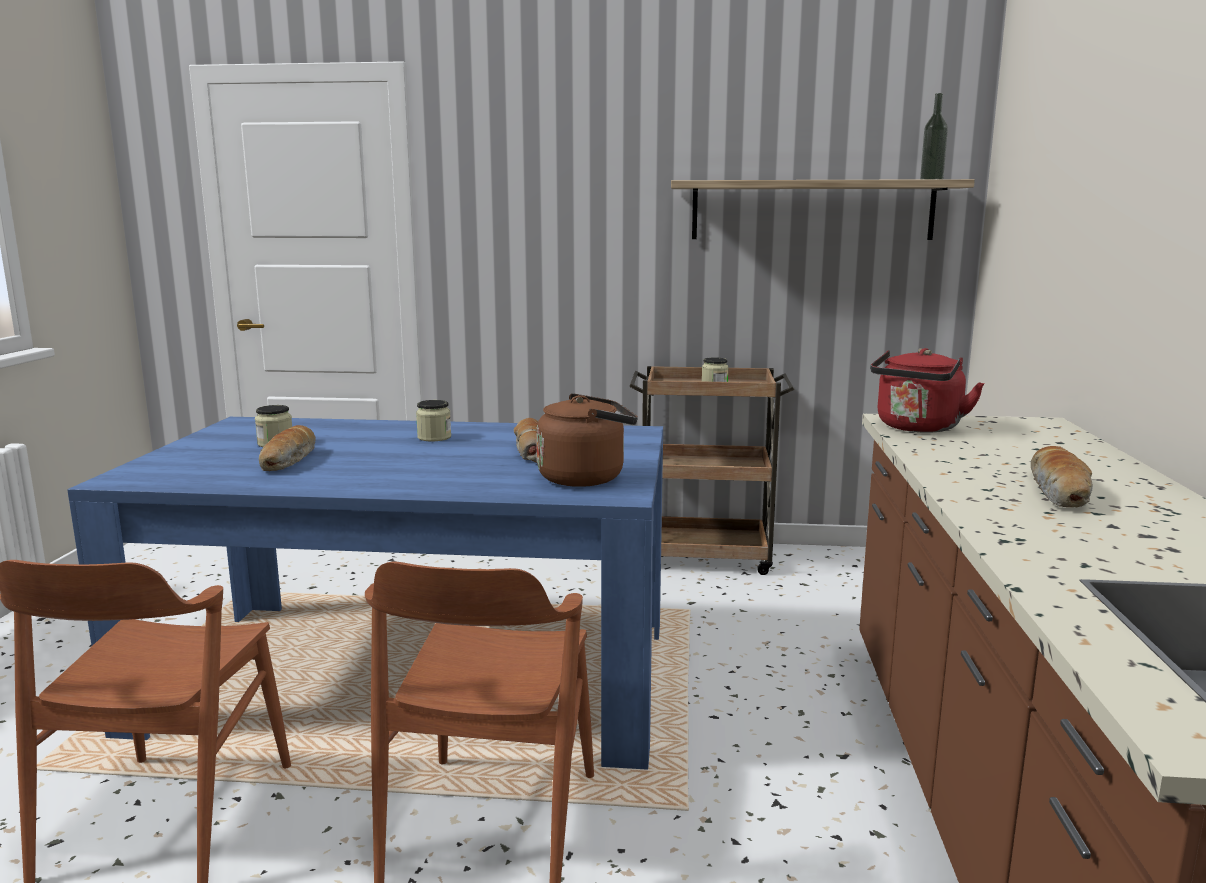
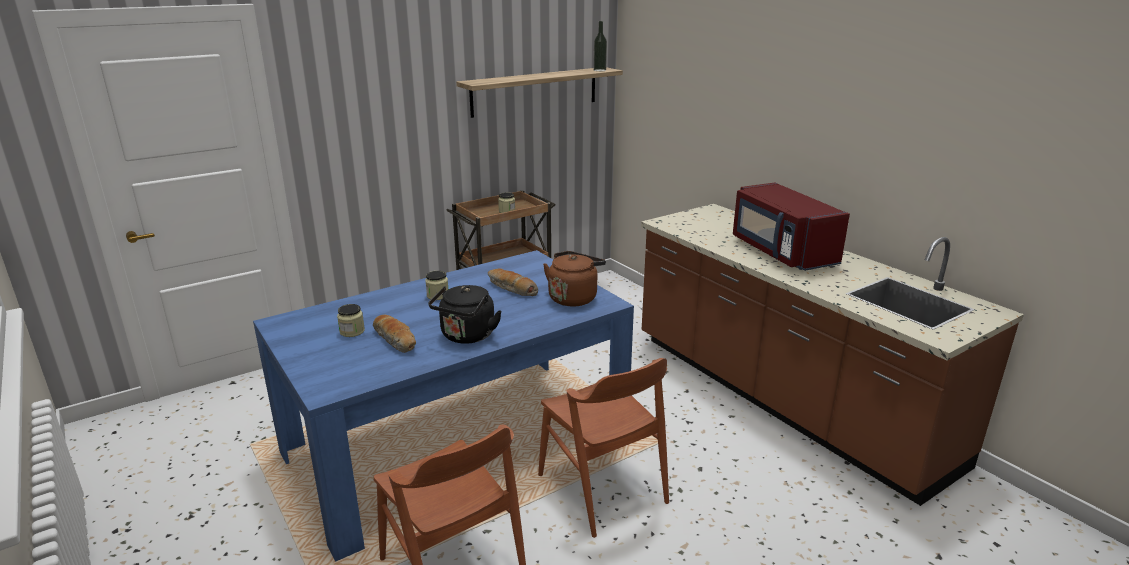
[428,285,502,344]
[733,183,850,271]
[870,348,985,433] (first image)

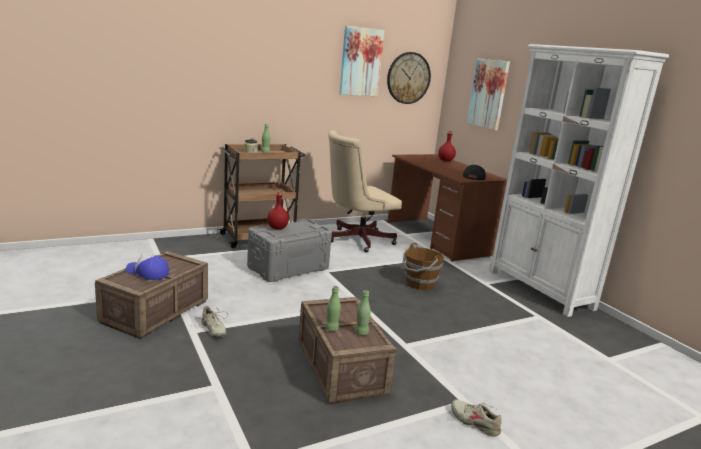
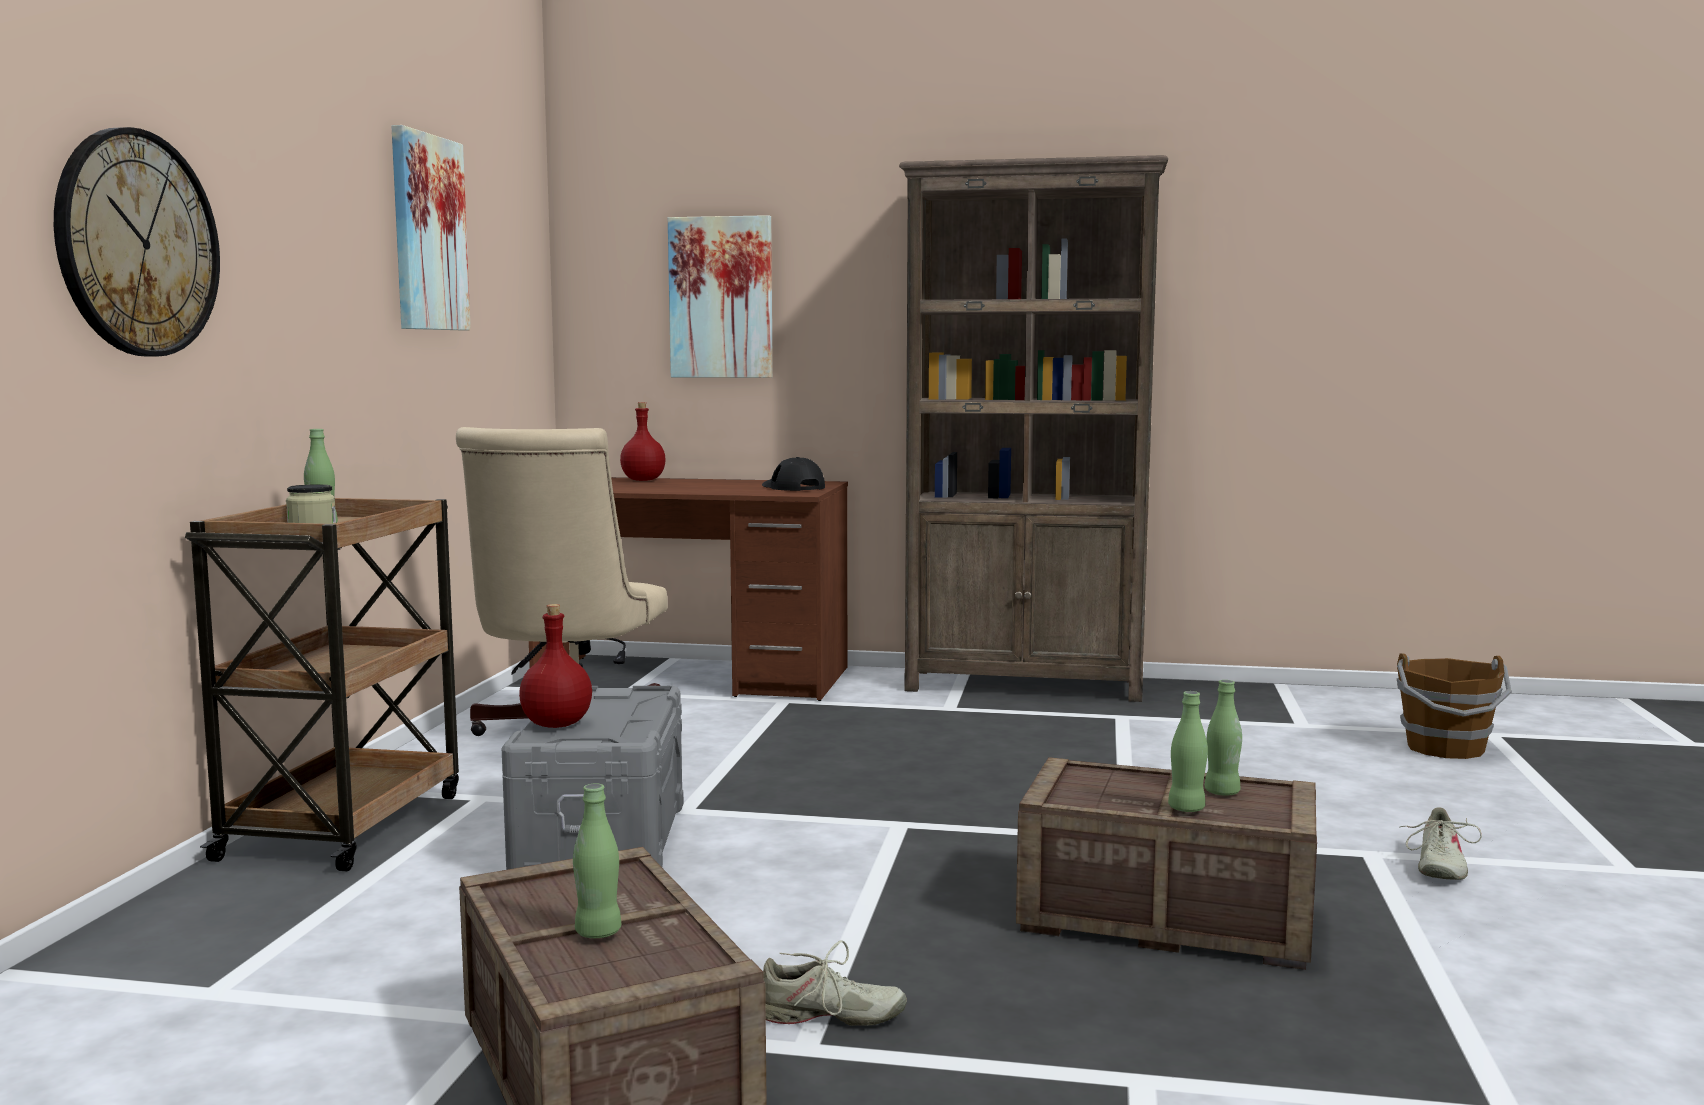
[54,127,220,357]
[573,784,621,938]
[899,155,1168,702]
[1397,654,1512,759]
[1399,808,1482,880]

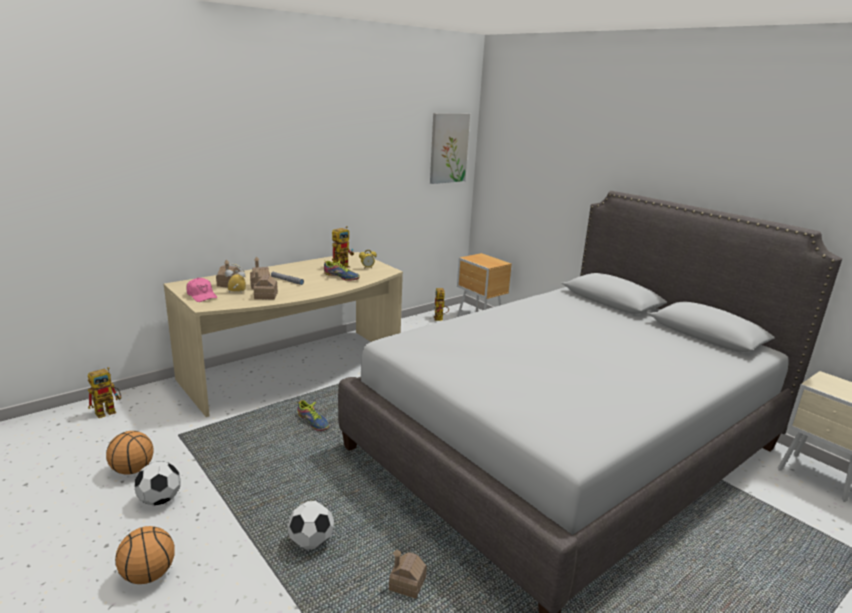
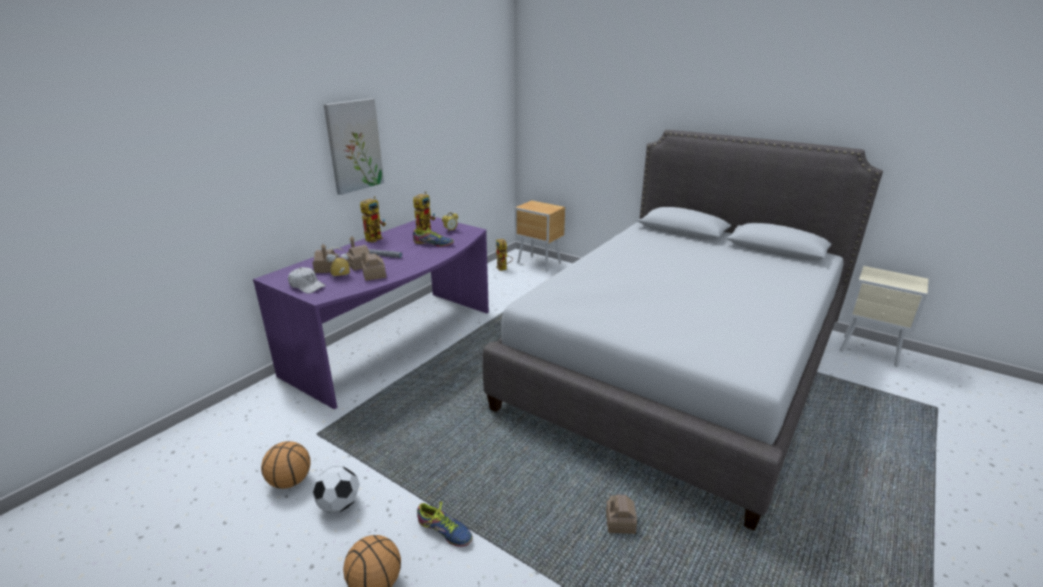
[253,216,489,409]
[288,267,326,294]
[324,98,384,195]
[360,196,386,243]
[417,501,473,547]
[287,501,334,550] (first image)

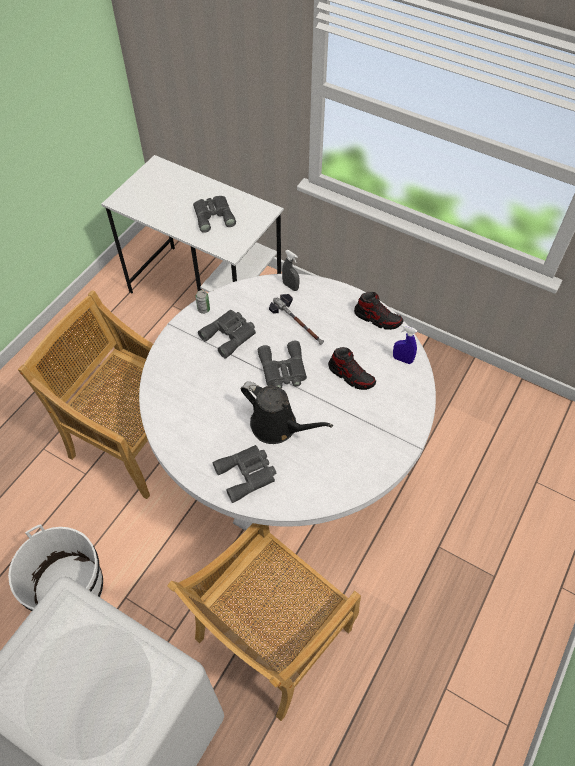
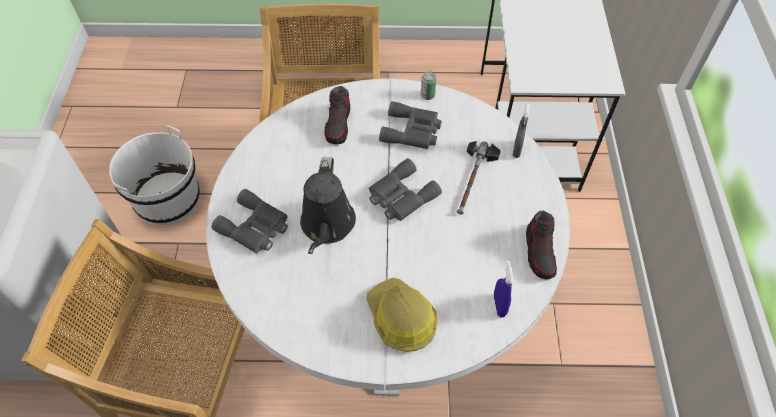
[324,86,350,144]
[366,278,438,352]
[193,196,236,233] (first image)

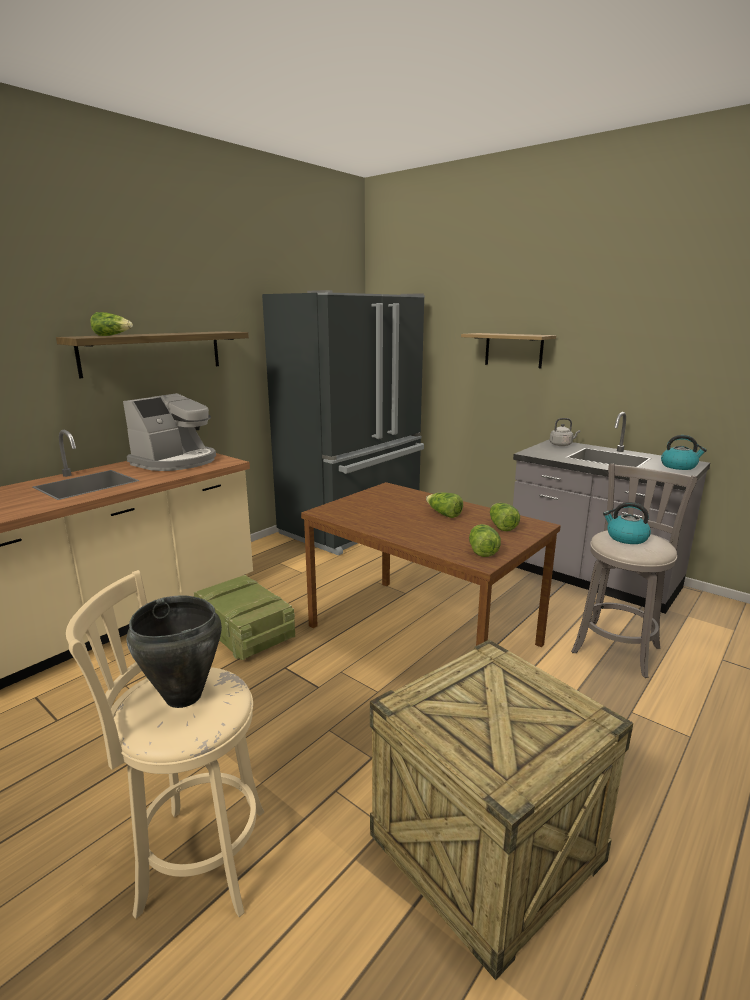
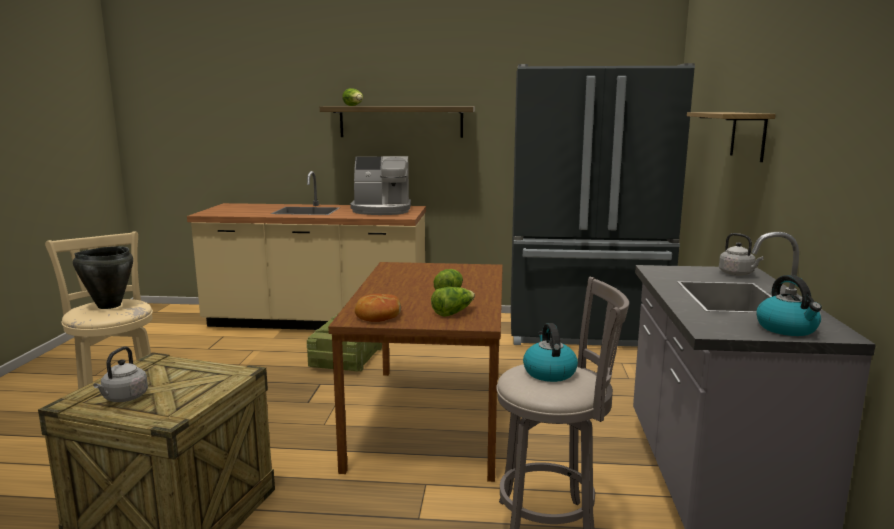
[93,346,148,402]
[355,294,401,322]

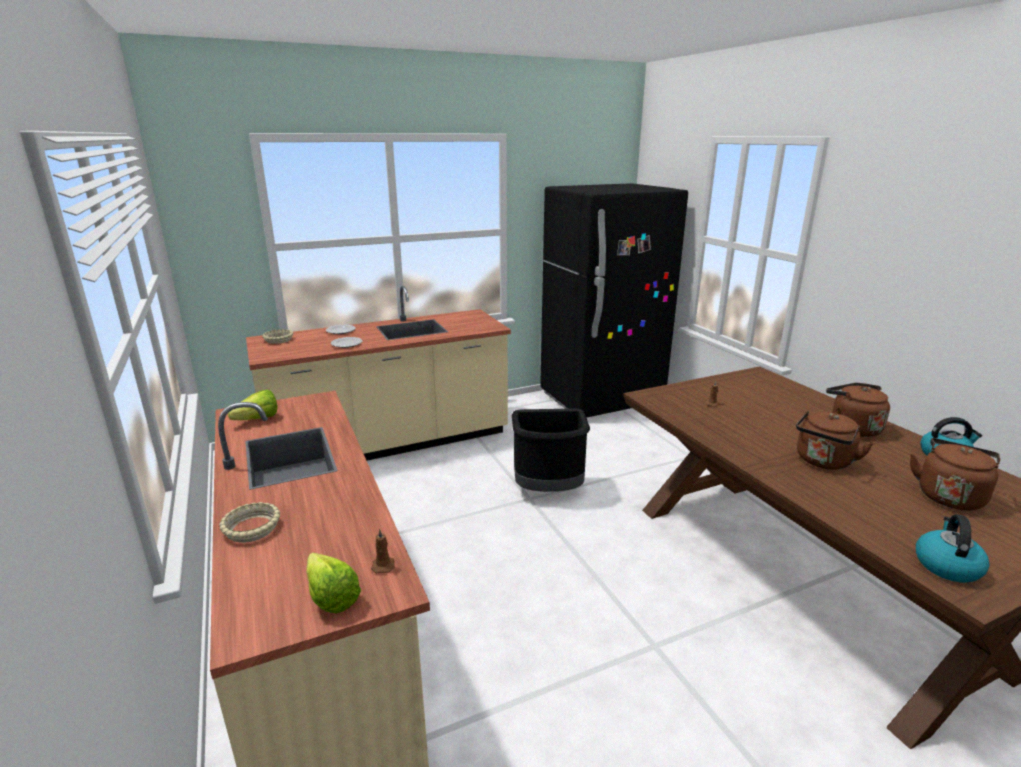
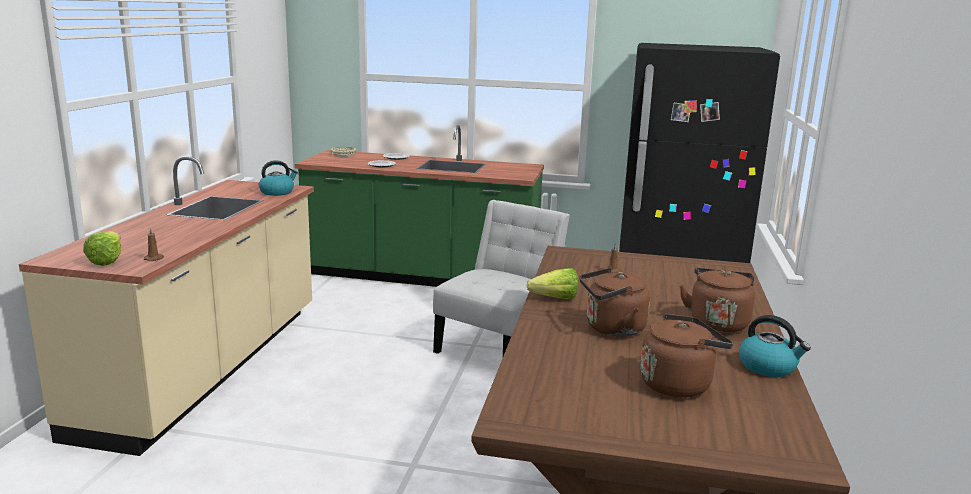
[259,160,298,196]
[295,125,544,287]
[433,200,570,356]
[527,268,578,299]
[219,502,280,543] (first image)

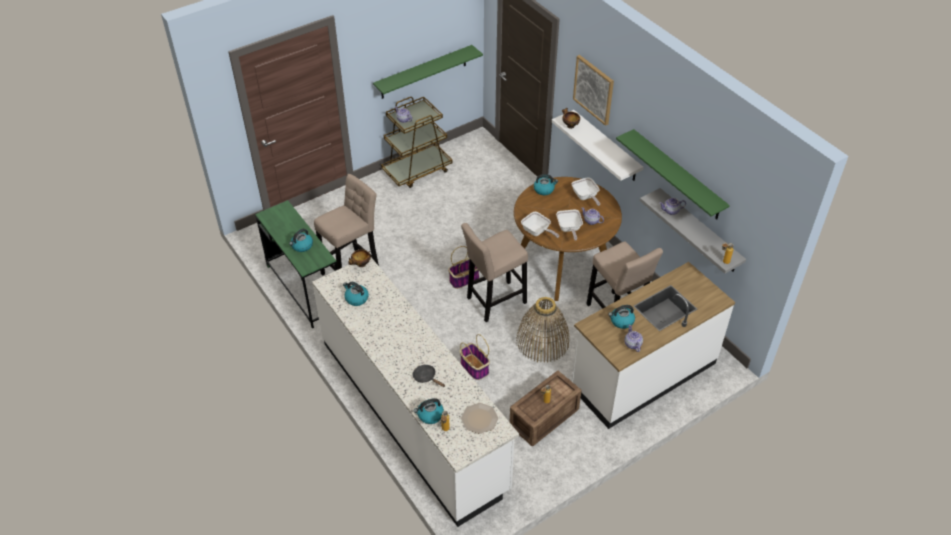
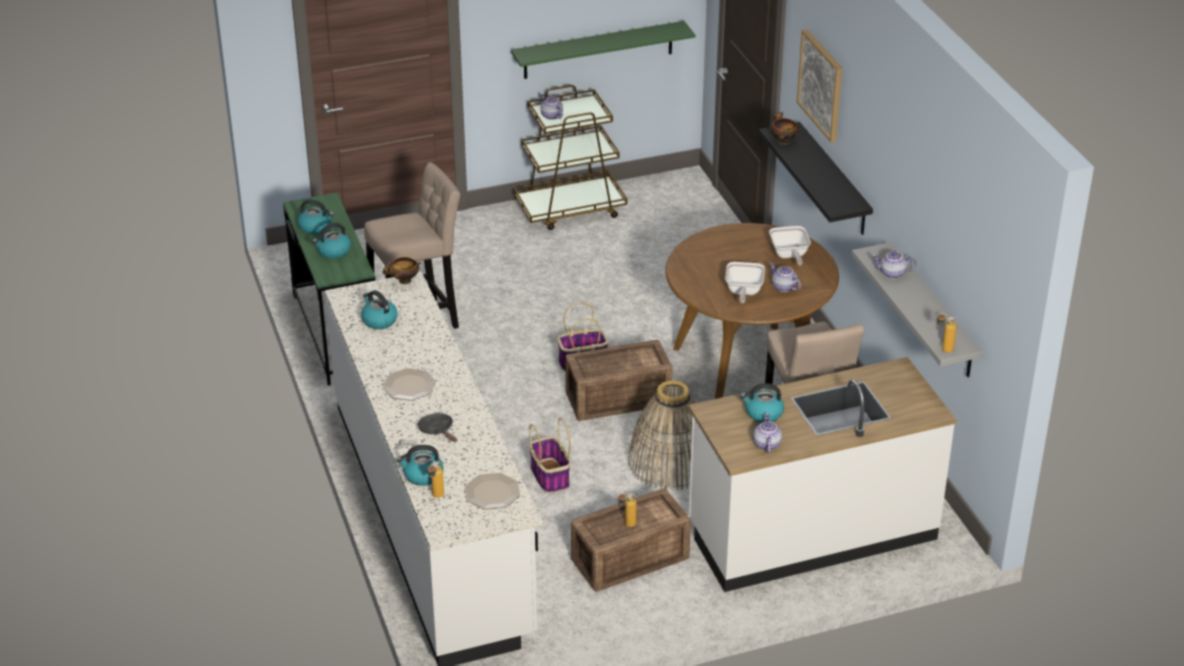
[298,199,334,234]
[383,368,436,401]
[565,340,673,421]
[759,122,873,235]
[521,212,559,238] (first image)
[616,129,730,220] (first image)

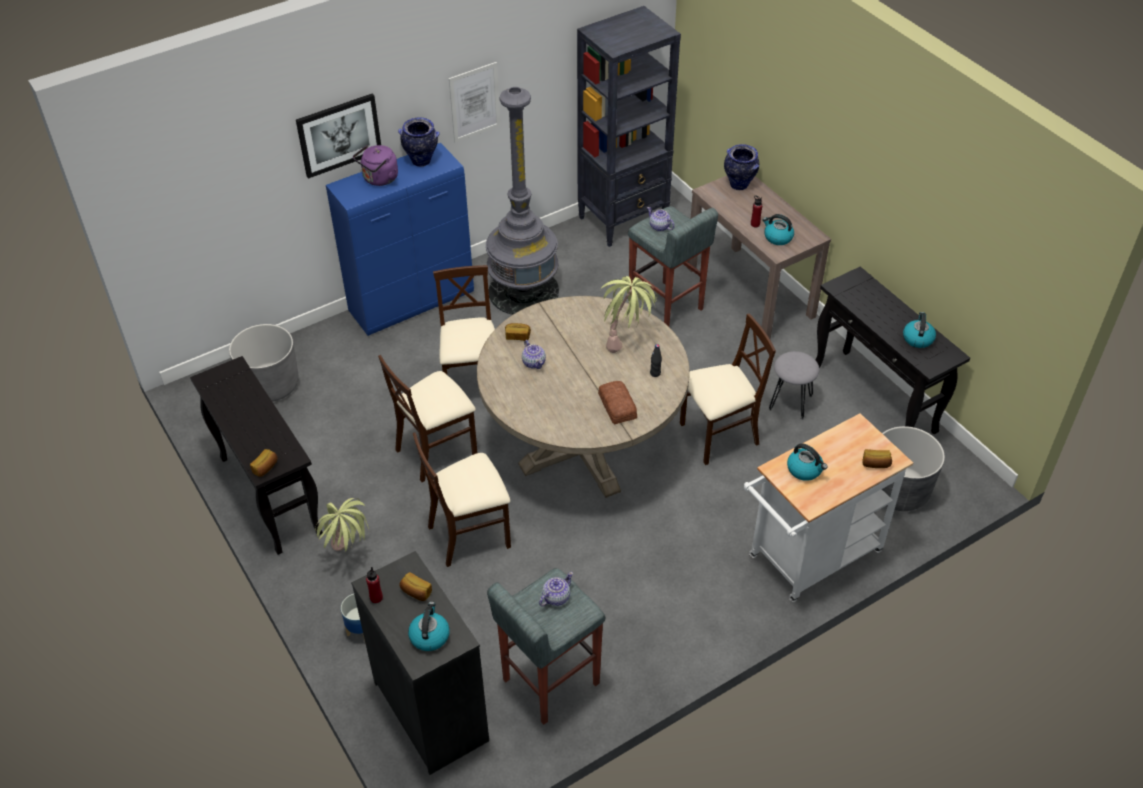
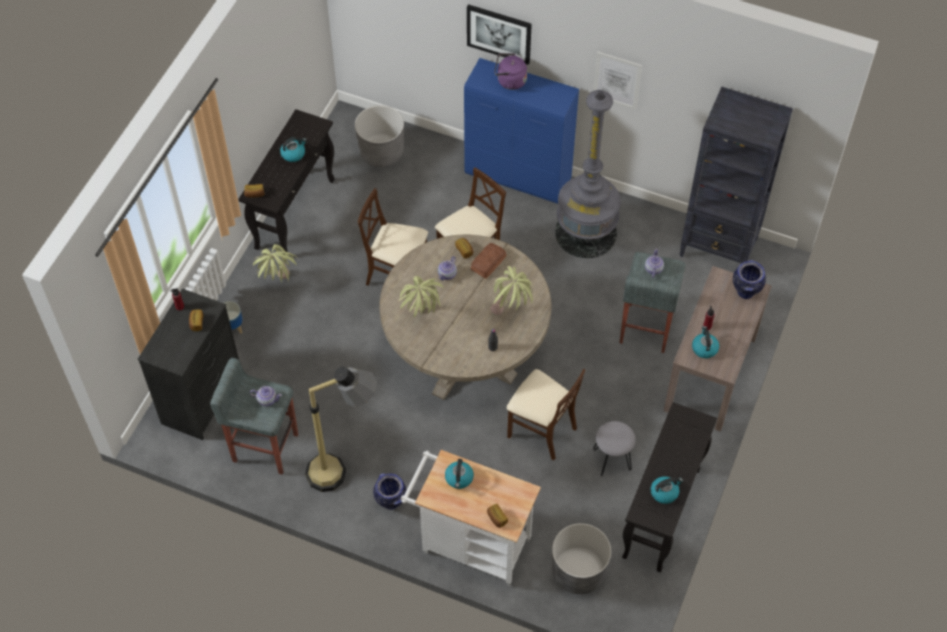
[280,137,307,162]
[305,366,377,492]
[373,473,406,510]
[399,276,443,318]
[471,243,507,279]
[413,432,511,567] (first image)

